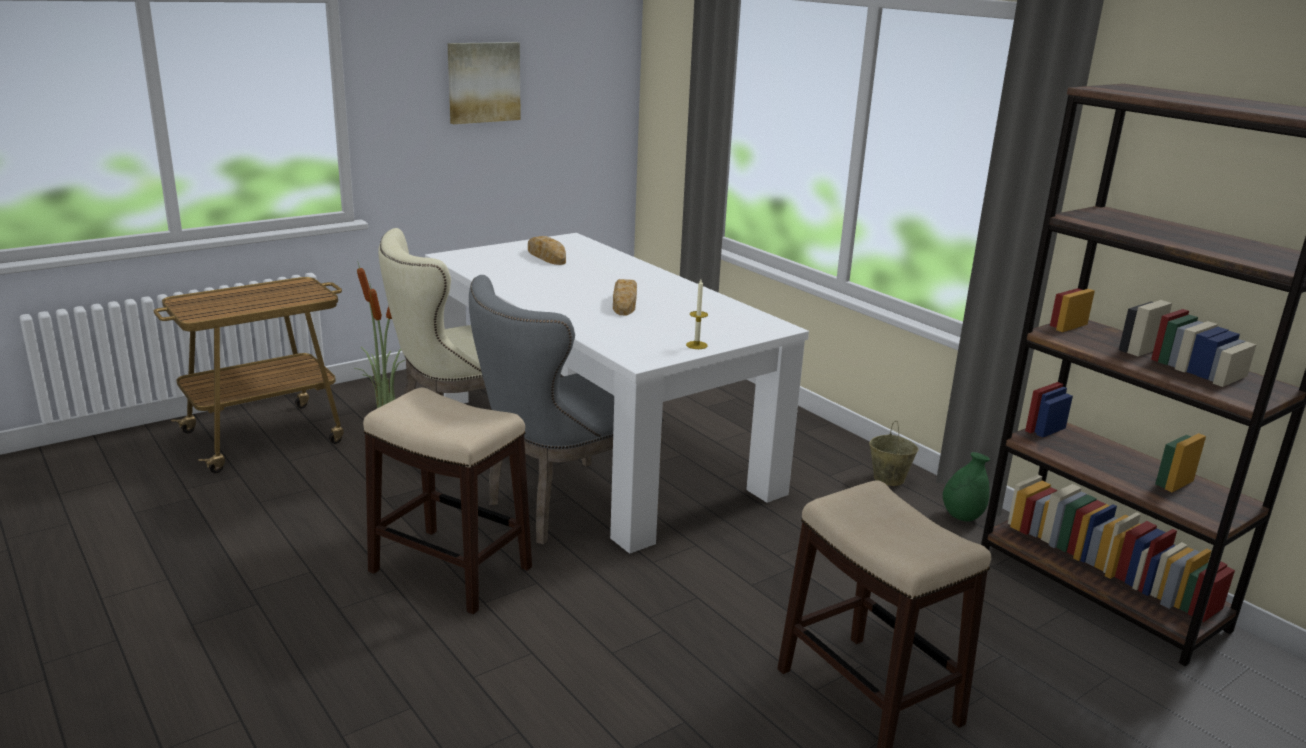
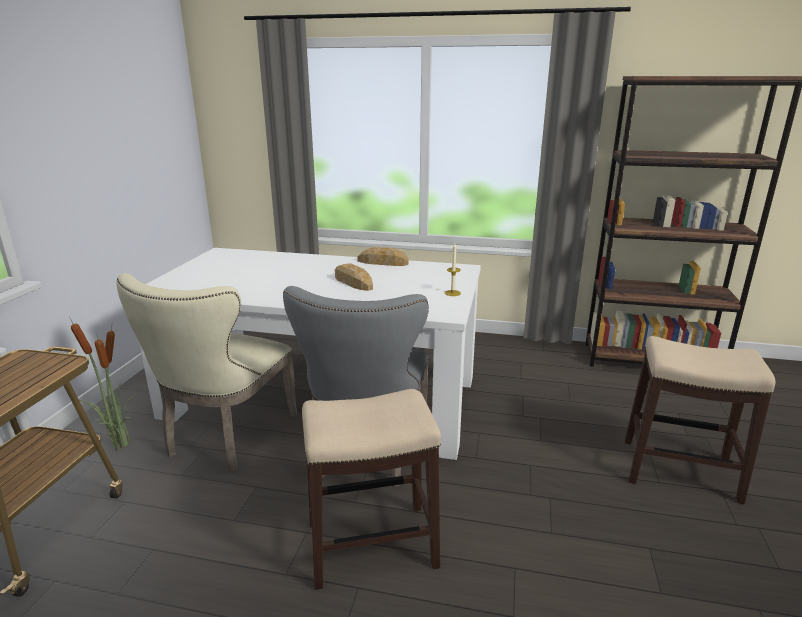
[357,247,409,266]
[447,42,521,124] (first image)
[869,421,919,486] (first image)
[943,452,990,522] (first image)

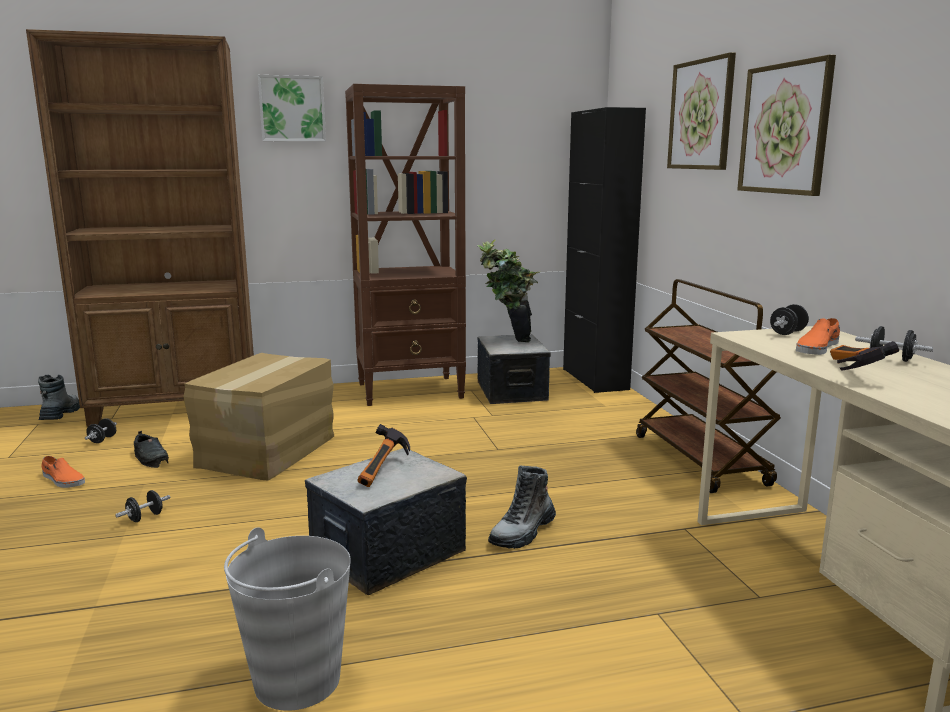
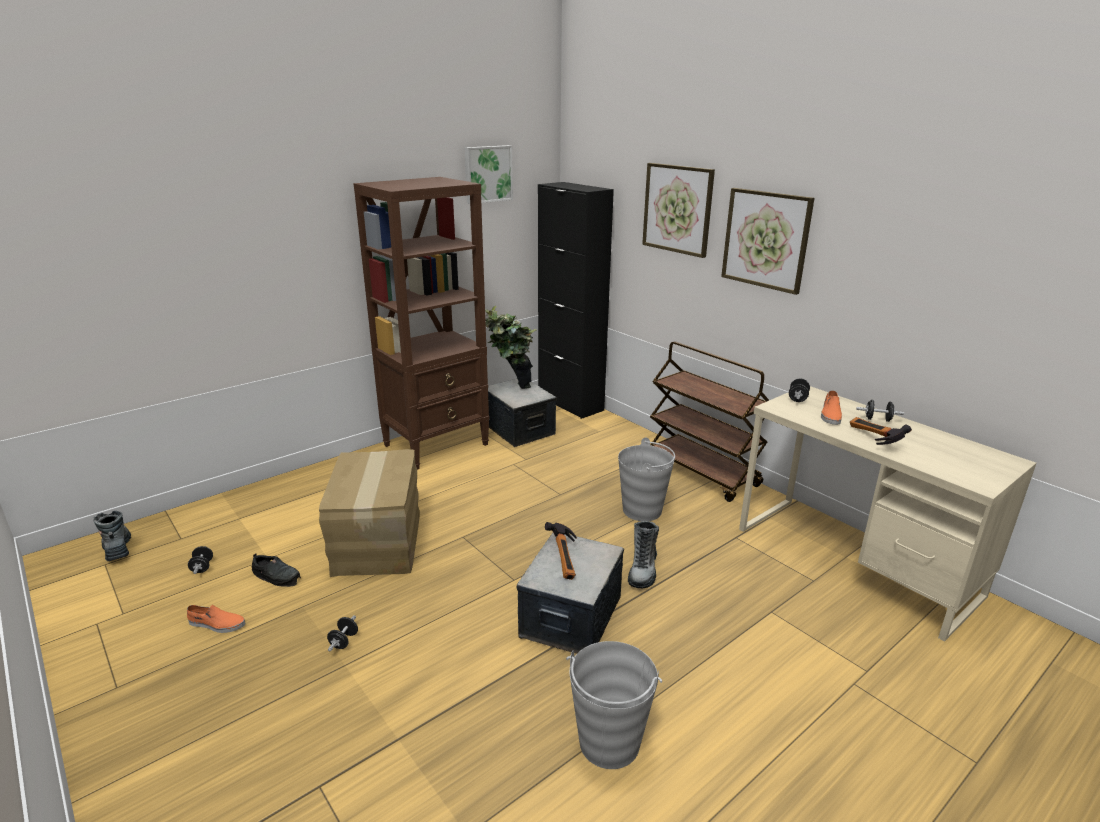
[465,145,513,204]
[618,438,675,521]
[26,29,254,427] (first image)

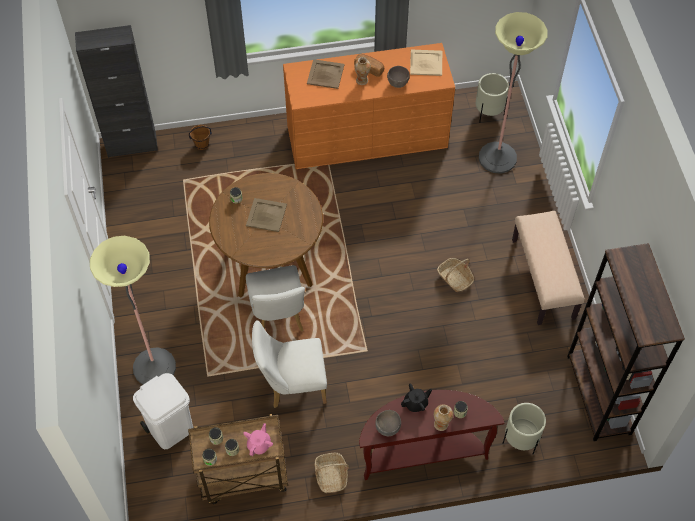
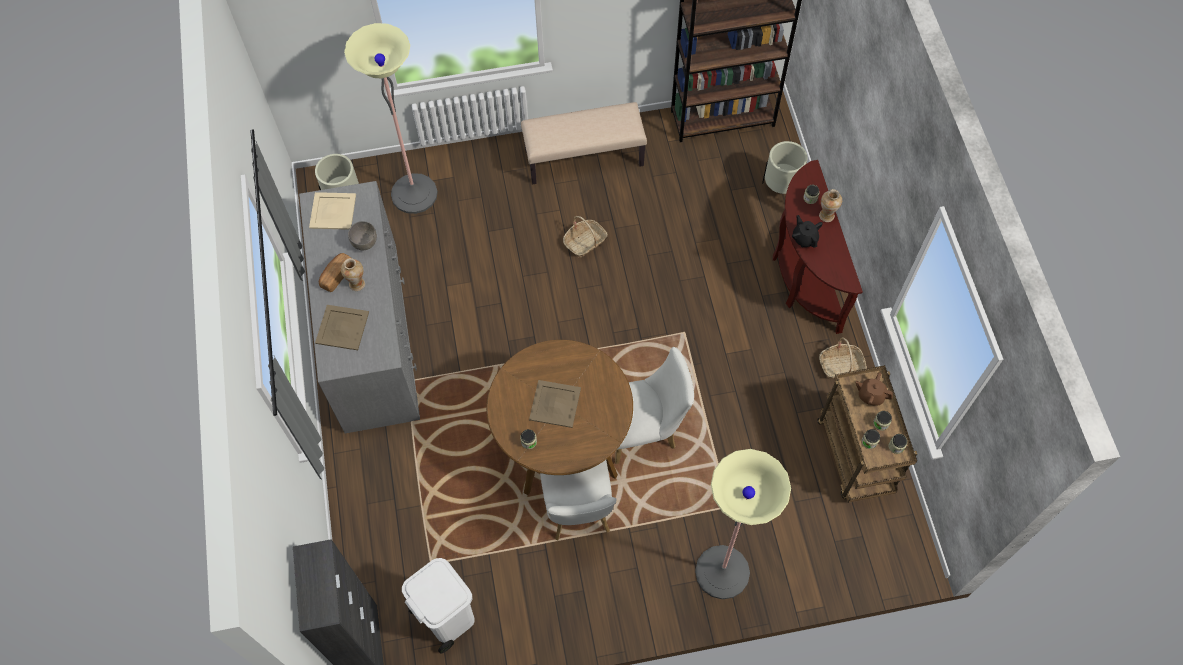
[299,181,420,433]
[402,558,475,654]
[540,460,617,540]
[855,372,893,406]
[189,125,212,150] (first image)
[375,410,401,436] (first image)

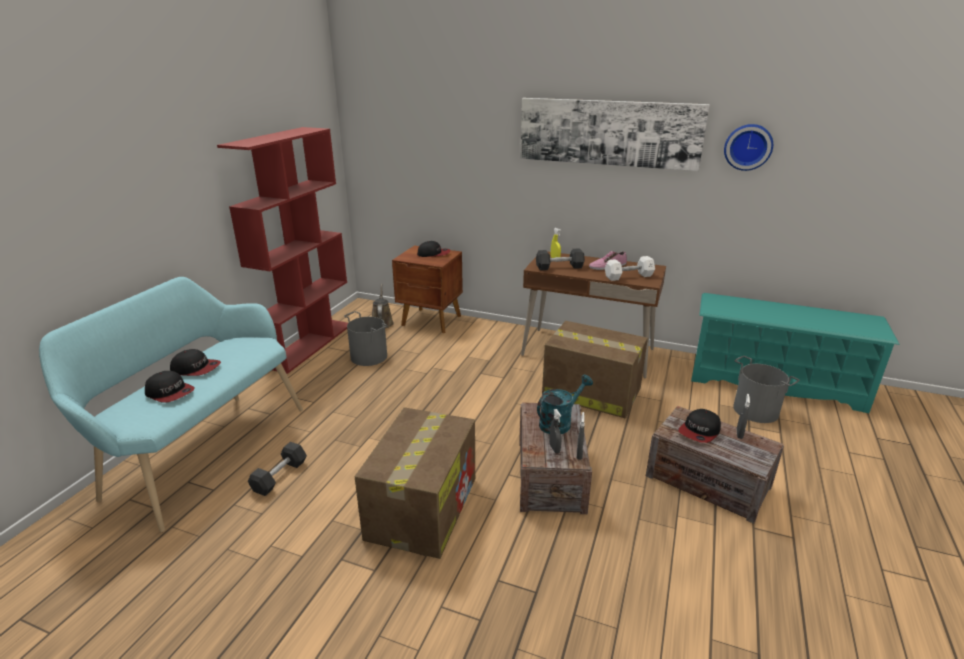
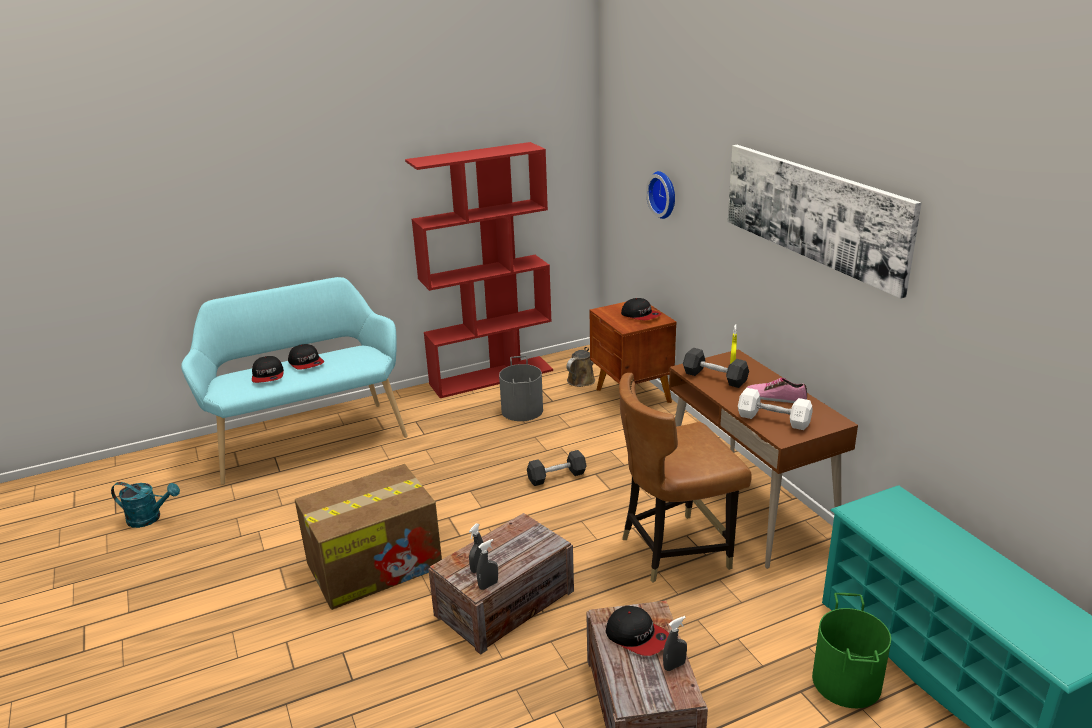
[111,482,180,528]
[527,450,587,486]
[606,606,669,656]
[619,373,752,583]
[646,171,675,219]
[812,593,891,708]

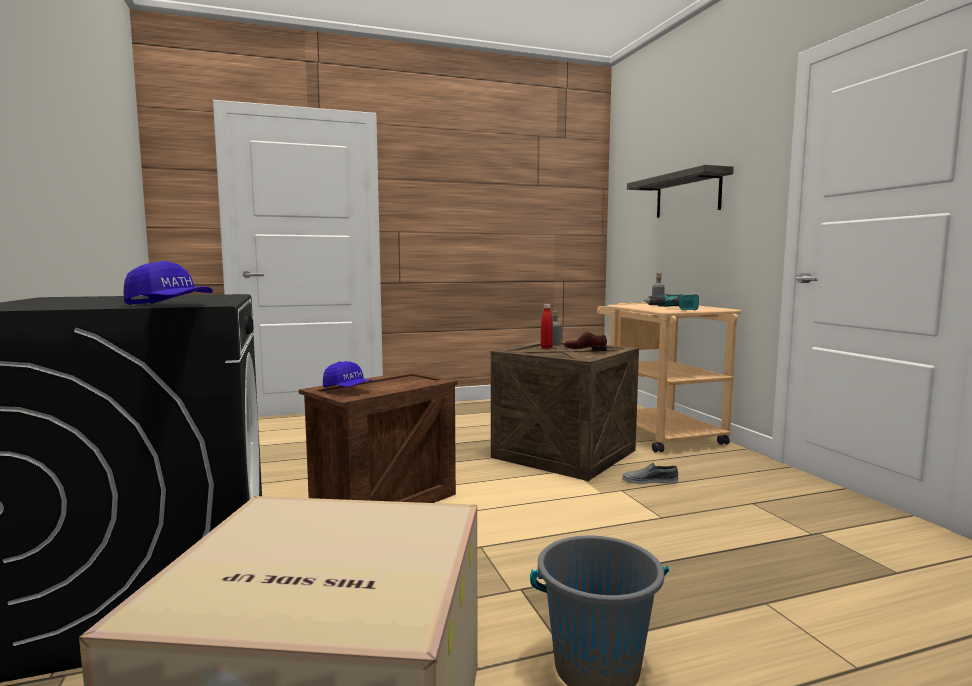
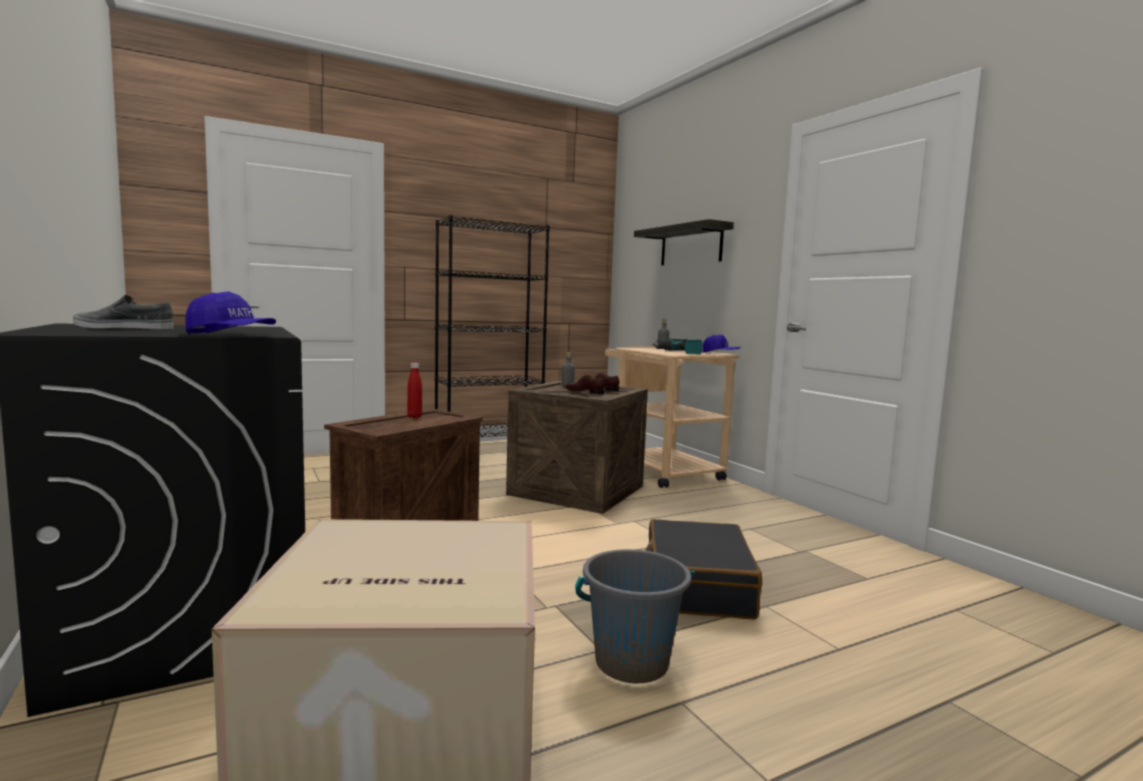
[73,295,173,329]
[407,363,422,418]
[435,215,550,437]
[565,374,605,394]
[645,519,762,619]
[702,335,741,353]

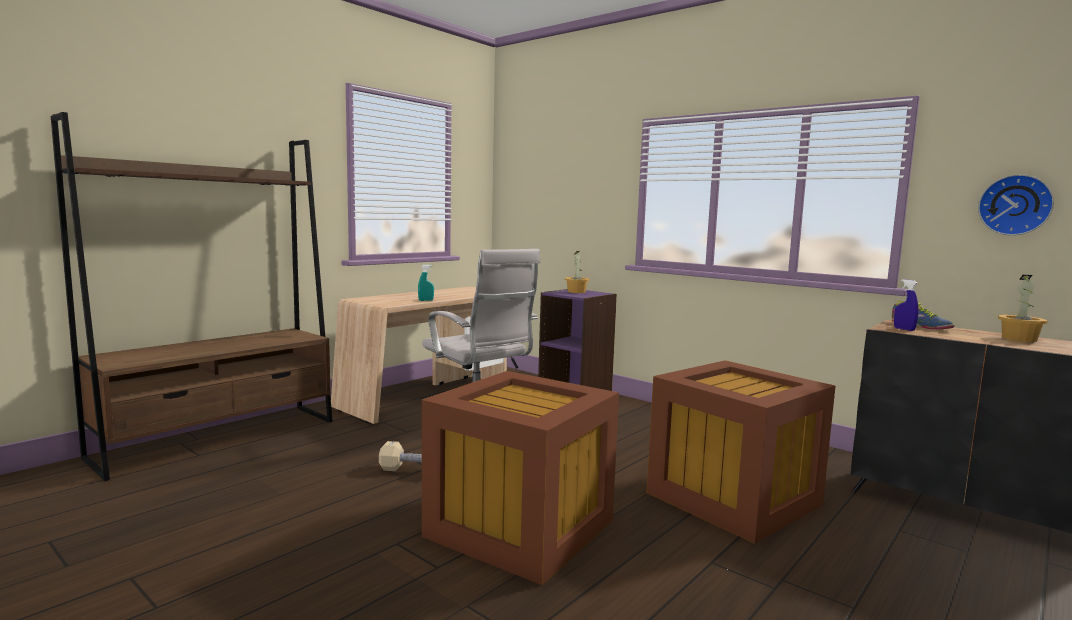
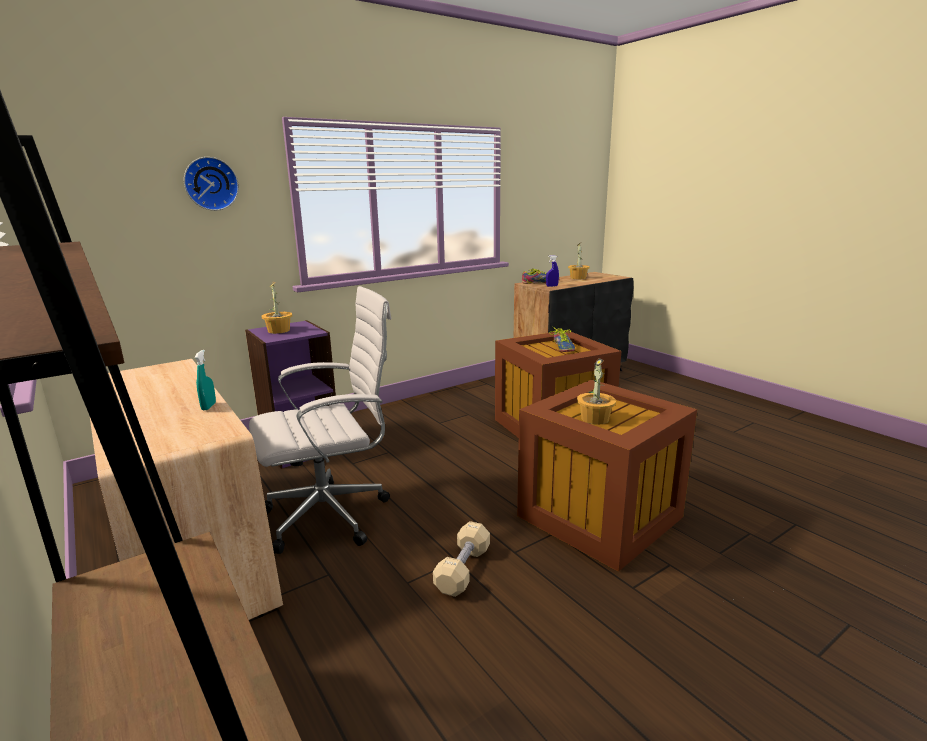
[184,157,239,211]
[550,327,575,352]
[577,358,616,425]

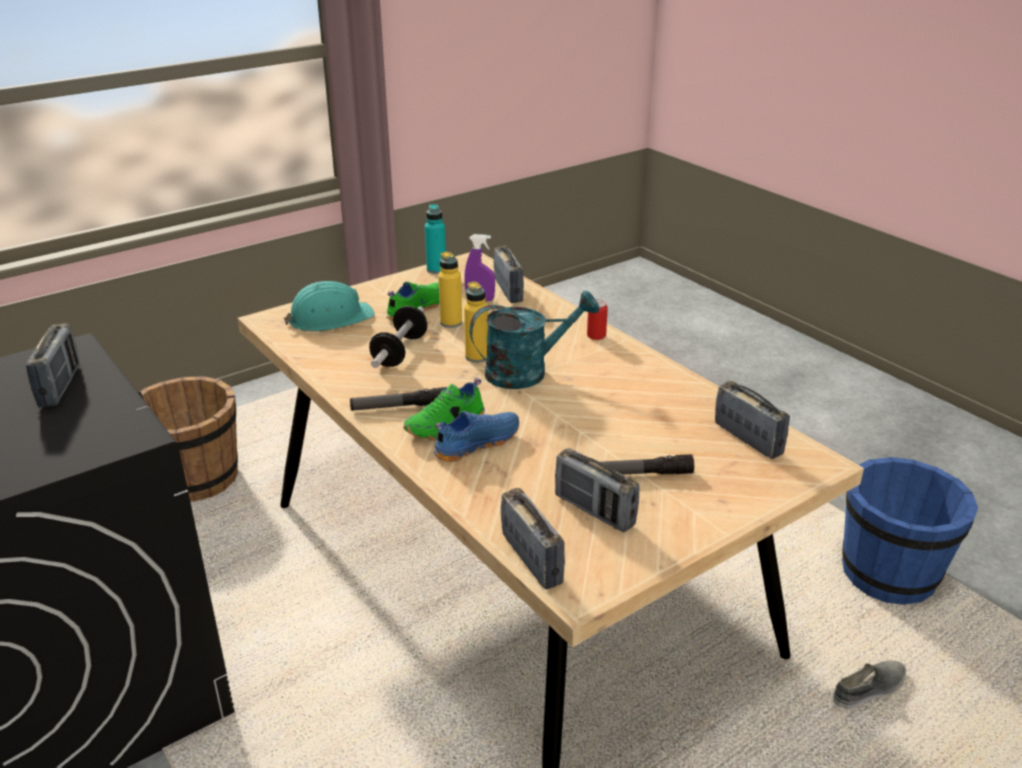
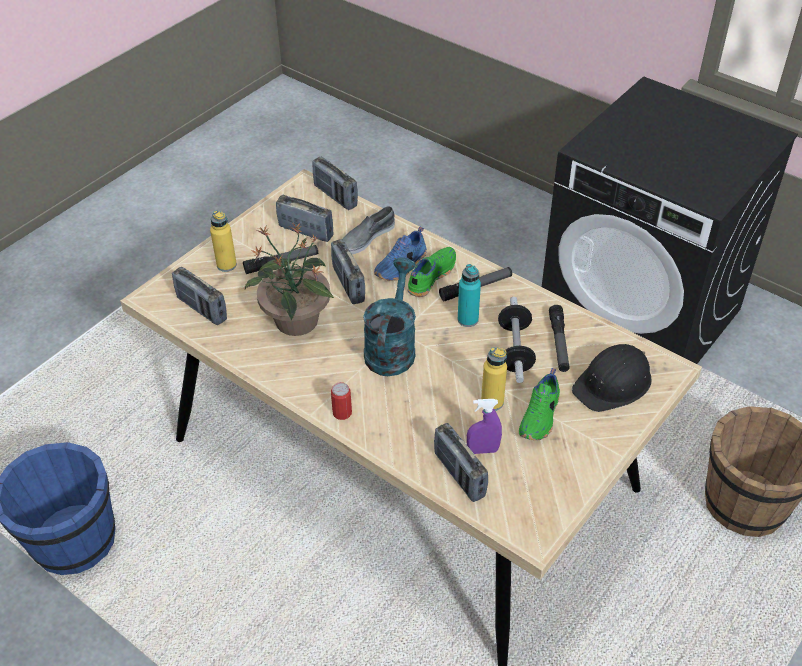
[210,210,237,272]
[245,223,334,336]
[331,239,365,304]
[343,206,395,254]
[363,258,416,376]
[458,264,481,327]
[549,305,570,372]
[572,344,651,412]

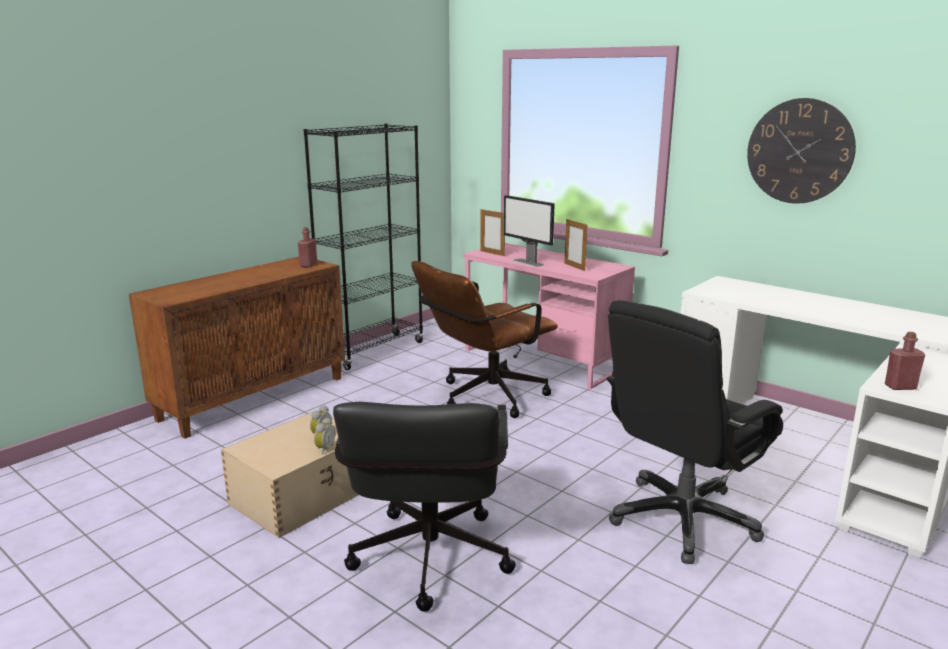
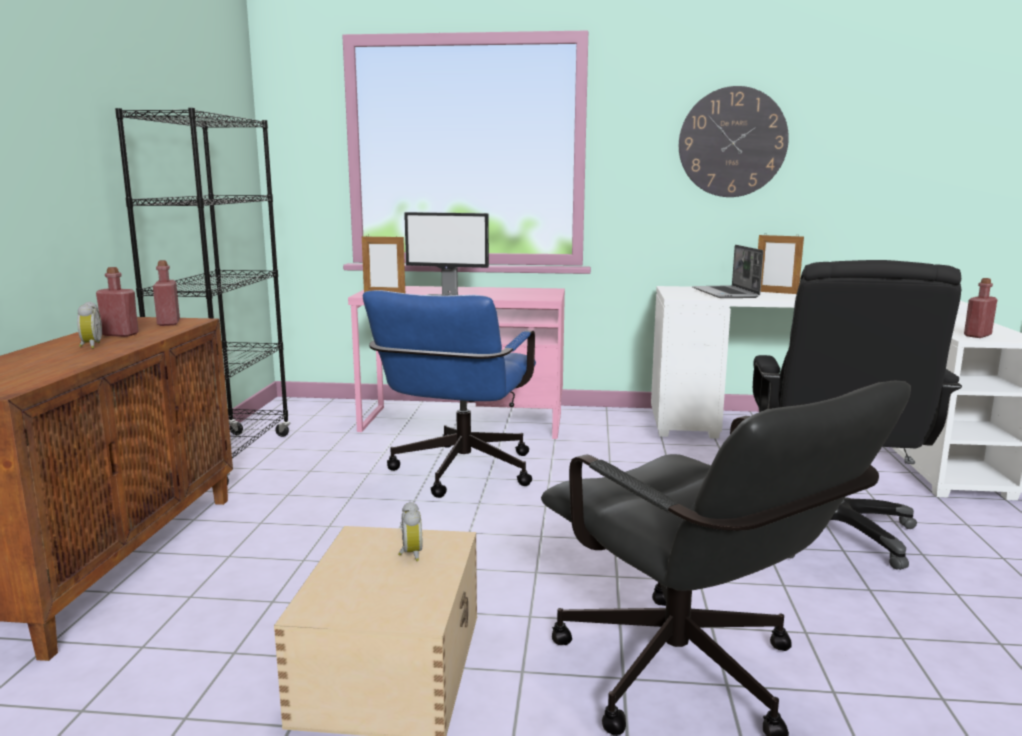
[77,302,102,349]
[96,267,139,337]
[363,290,536,498]
[692,245,763,298]
[758,233,804,294]

